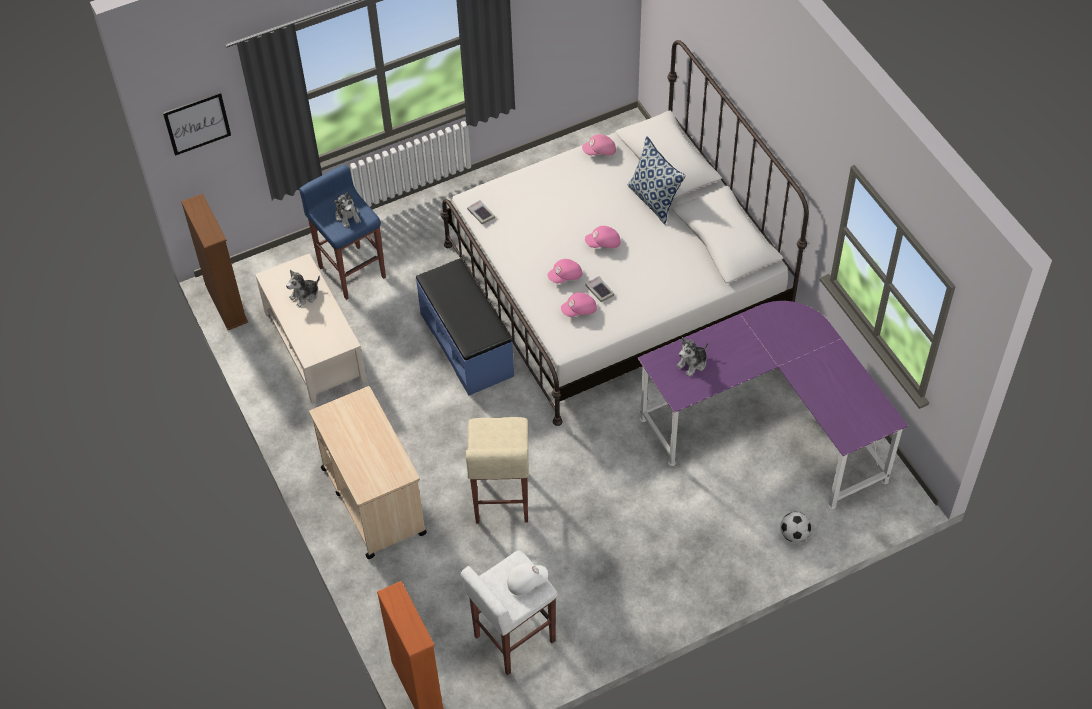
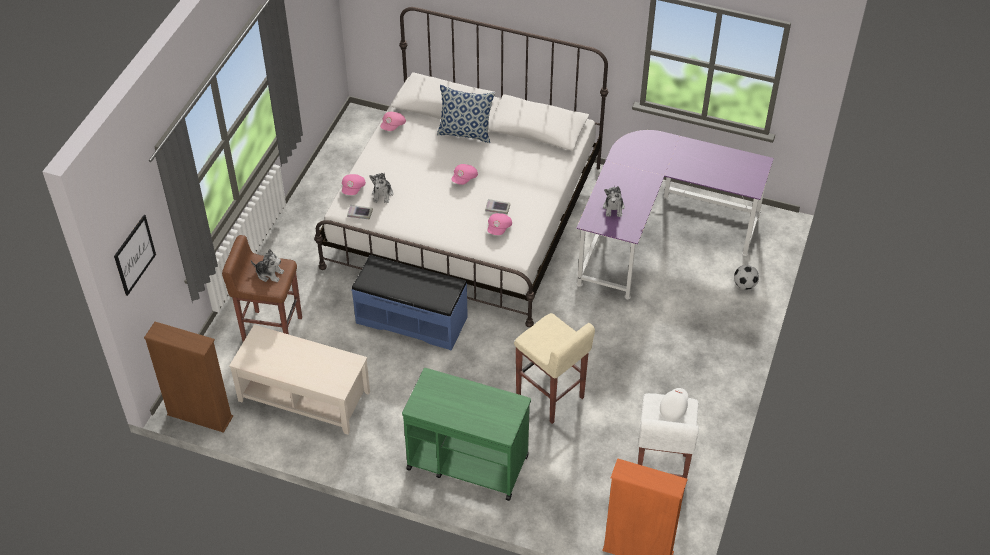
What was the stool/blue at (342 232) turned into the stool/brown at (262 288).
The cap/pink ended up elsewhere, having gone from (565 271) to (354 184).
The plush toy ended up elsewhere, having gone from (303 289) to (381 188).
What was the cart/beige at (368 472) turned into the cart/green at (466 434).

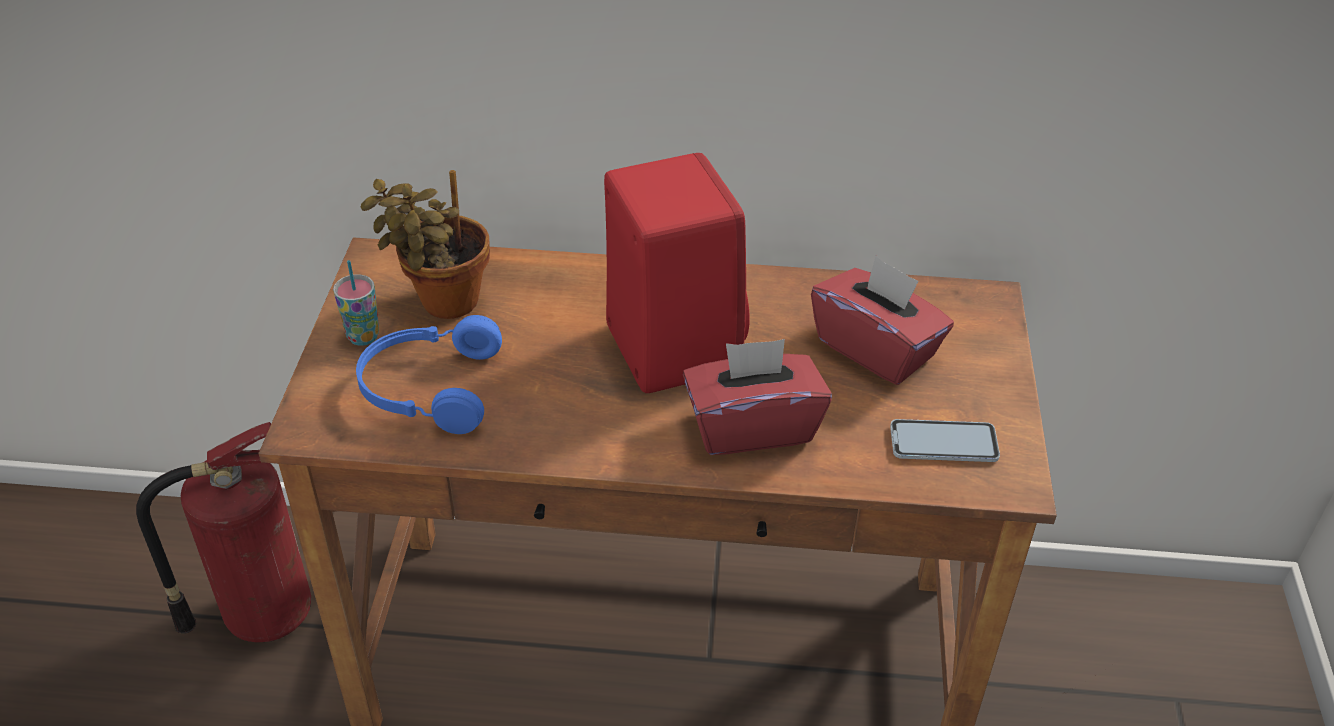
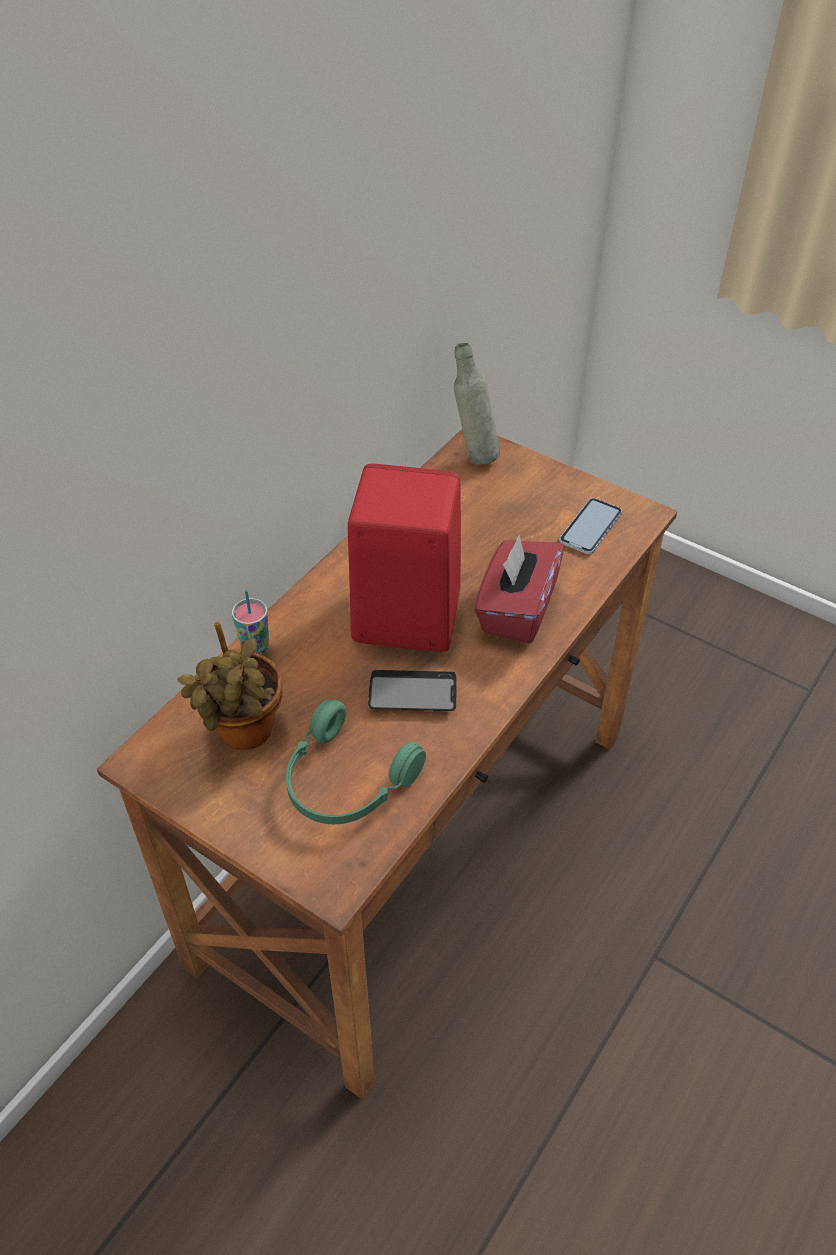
The cup ended up elsewhere, having gone from (356 303) to (250 622).
What was the headphones/blue at (429 374) turned into the headphones/green at (356 762).
The second view gained the phone at (412 690).
The second view gained the bottle/grey at (477 404).
The second view lost the fire extinguisher at (223 532).
The second view lost the tissue box/red at (882 320).

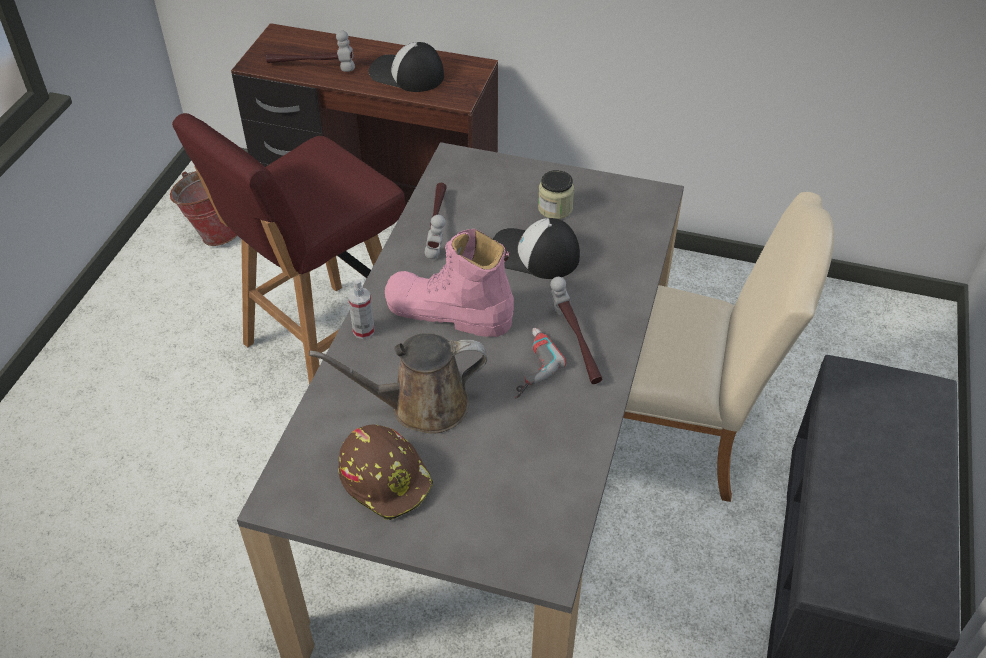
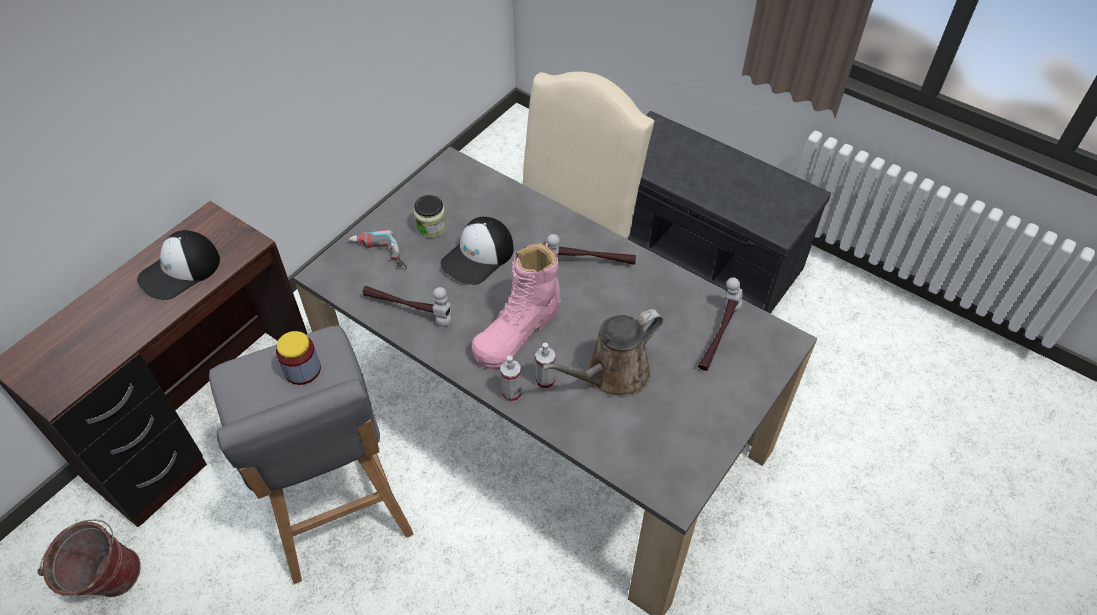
What was the stool/red at (289 249) turned into the stool/grey at (311 455).
The second view gained the jar at (298 358).
The power drill ended up elsewhere, having gone from (540 363) to (378 250).
The second view gained the spray bottle at (545 366).
The watering can/brown at (398 383) ended up facing another way, 45 degrees clockwise from before.
The hammer ended up elsewhere, having gone from (310 51) to (720 324).
The second view lost the hard hat/brown at (385 472).

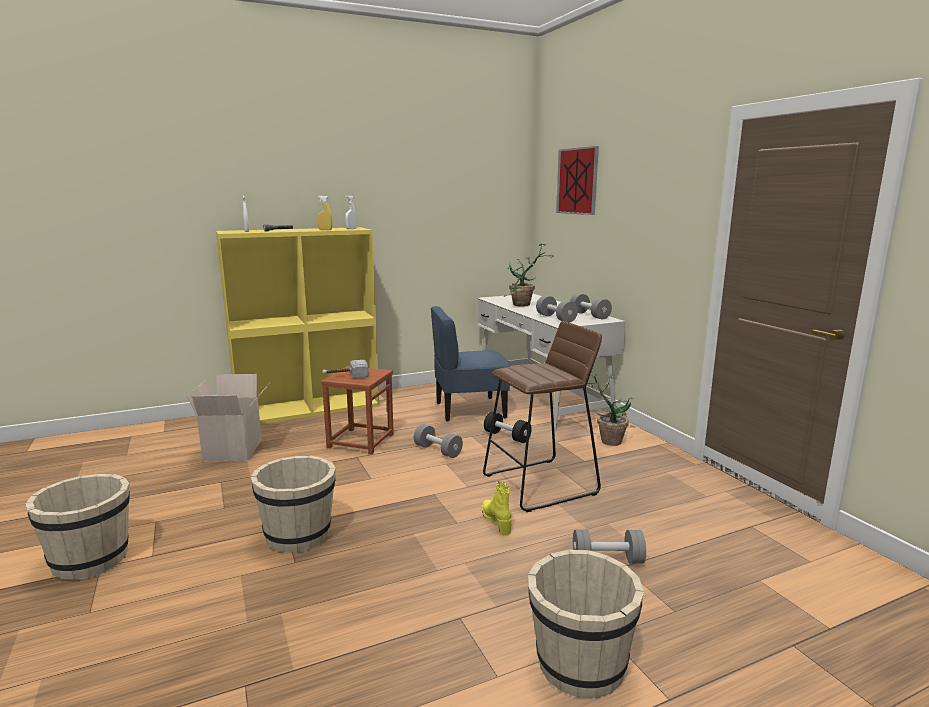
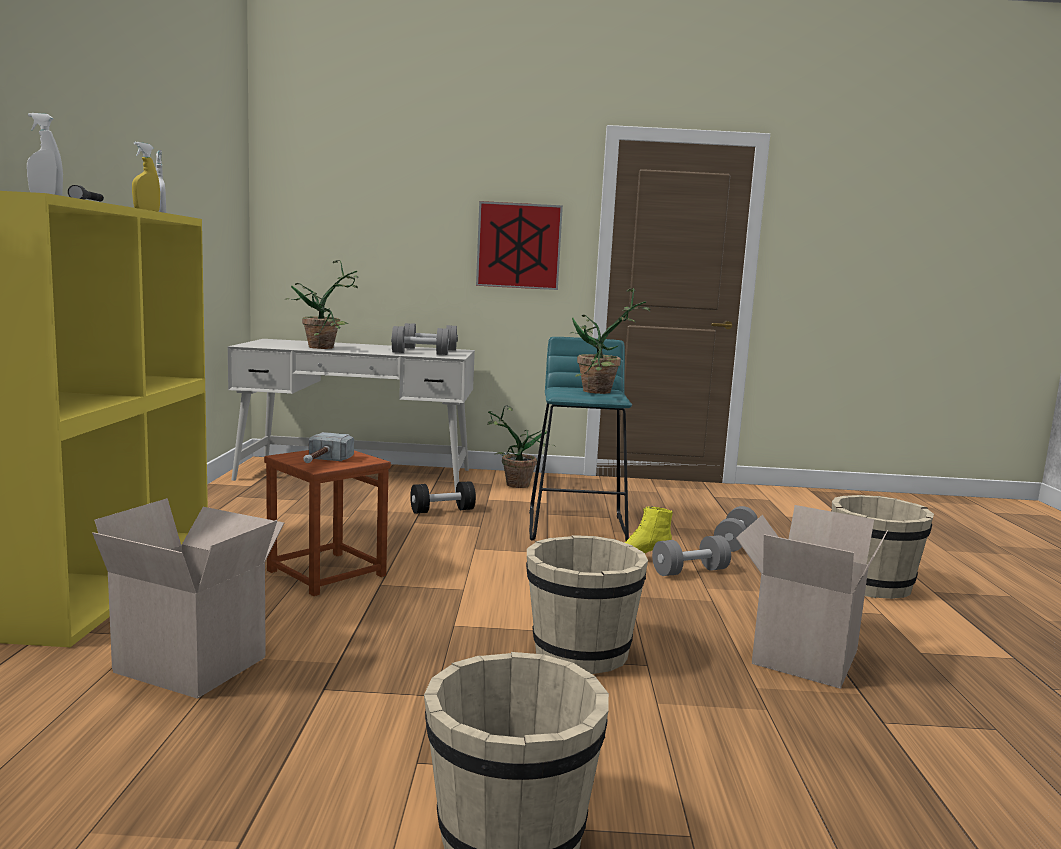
The picture ended up elsewhere, having gone from (577 180) to (519 245).
What was the stool/brown at (542 416) turned into the stool/turquoise at (580 439).
The second view gained the potted plant at (610 341).
The dumbbell/grey ended up elsewhere, having gone from (438 441) to (691 555).
The second view gained the cardboard box at (812 597).
The second view lost the chair/blue at (471 364).

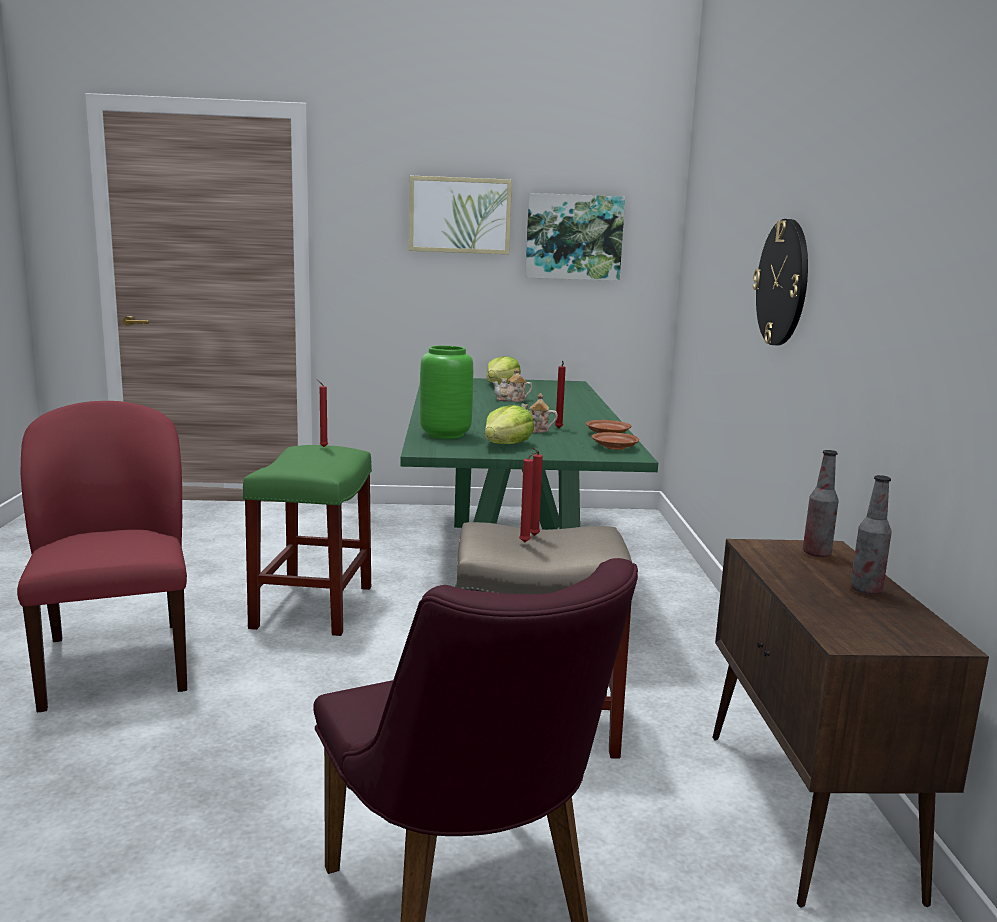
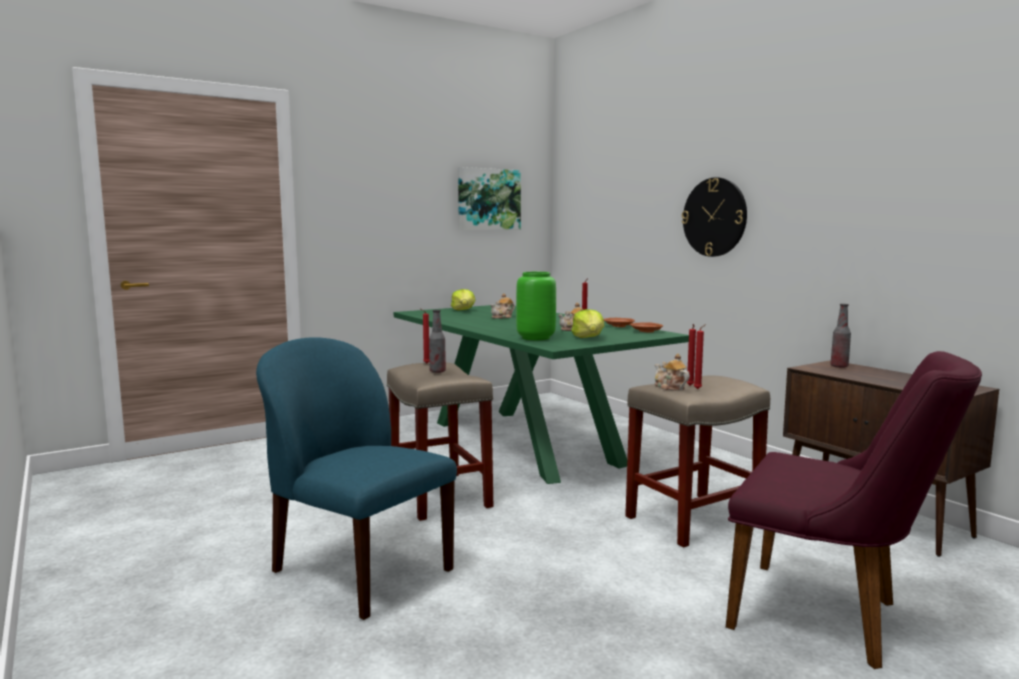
What was the chair/red at (102 557) turned into the chair/blue at (356 478).
What was the stool/green at (307 540) turned into the stool/beige at (440 441).
The bottle ended up elsewhere, having gone from (871 535) to (437 341).
The second view gained the teapot at (672 372).
The second view lost the picture at (460 214).

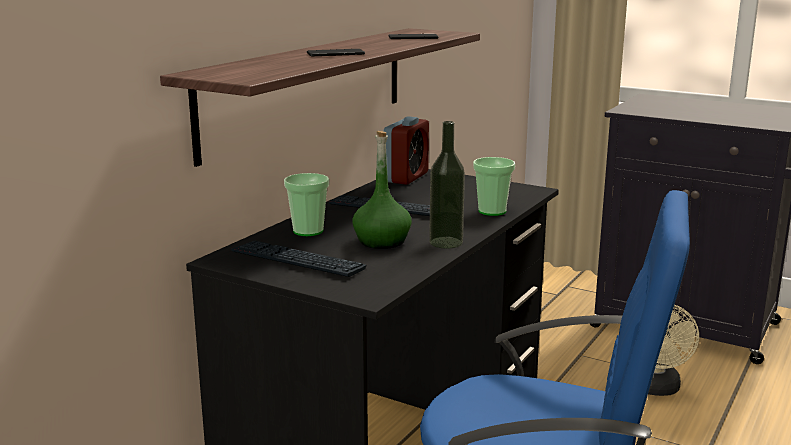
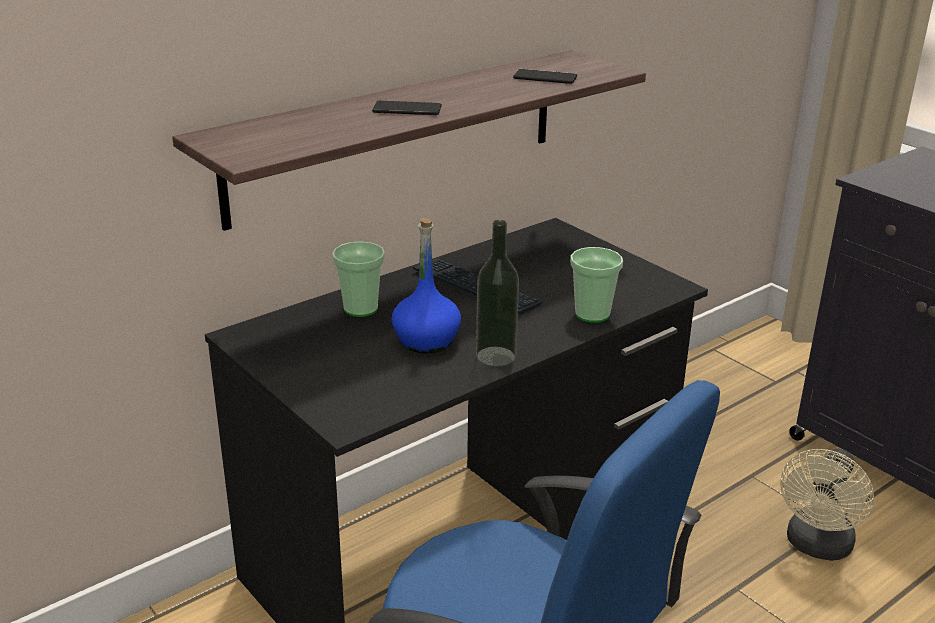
What was the bottle/green at (382 190) turned into the bottle/blue at (426 285).
The second view lost the keyboard at (298 259).
The second view lost the alarm clock at (406 150).

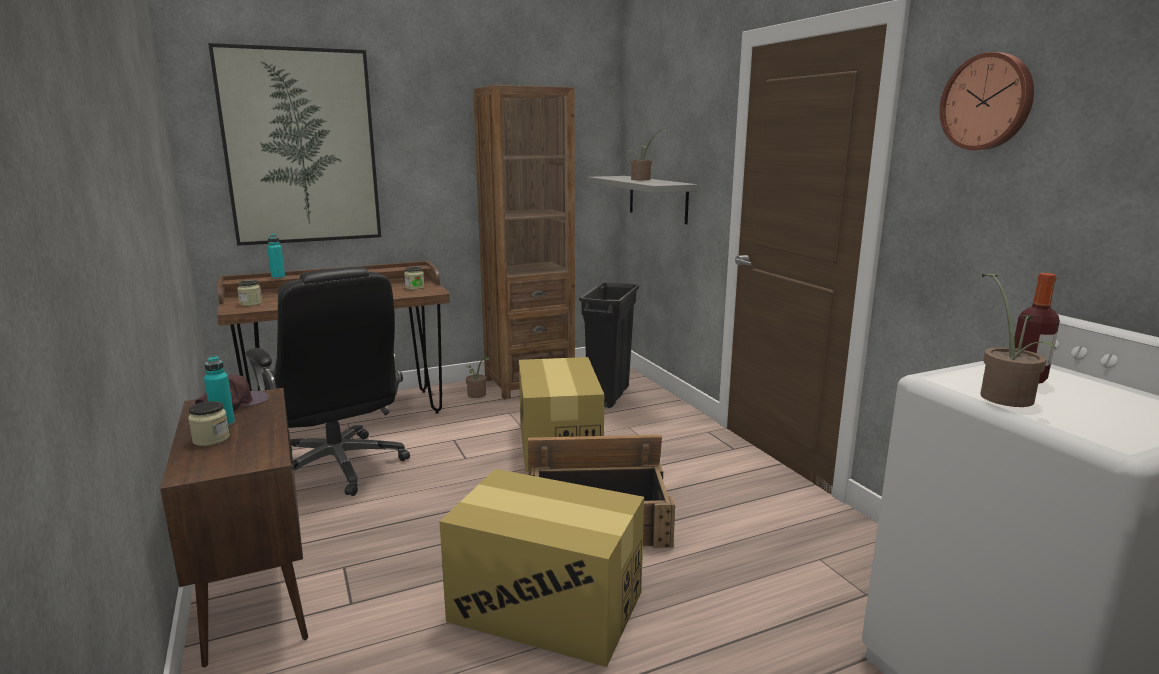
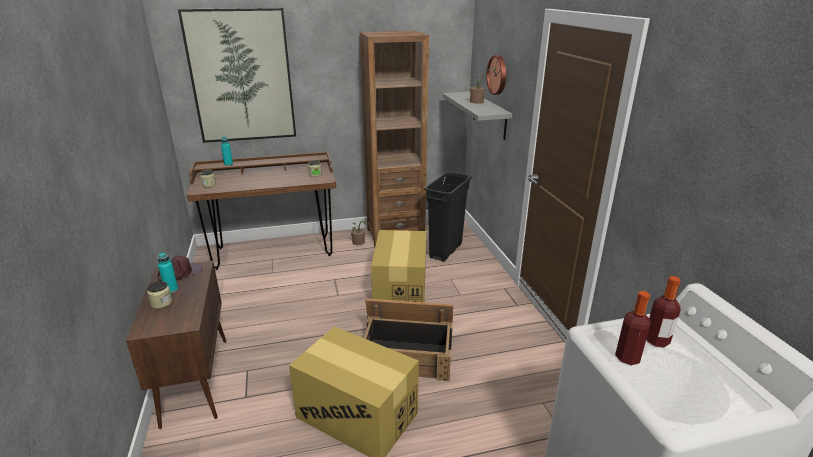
The wall clock ended up elsewhere, having gone from (986 101) to (496 75).
Where the potted plant stood at (1018 340), the bottle came to stand at (633 328).
The second view lost the office chair/black at (328 381).

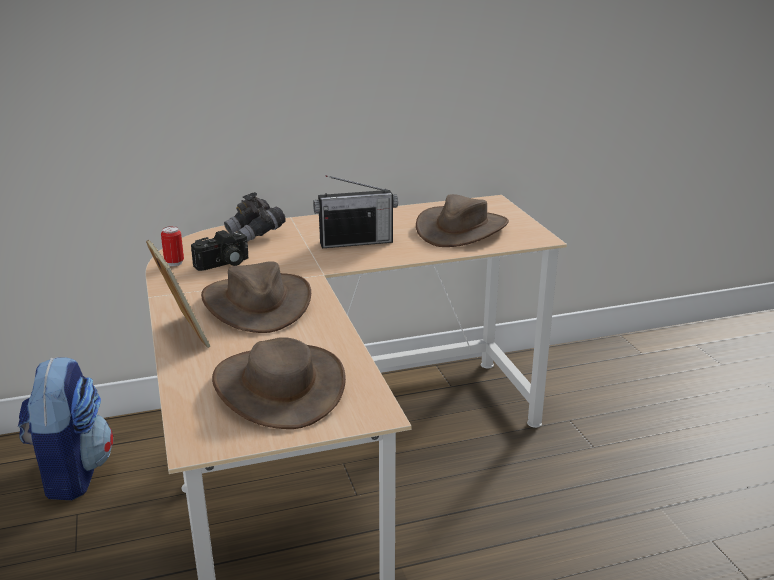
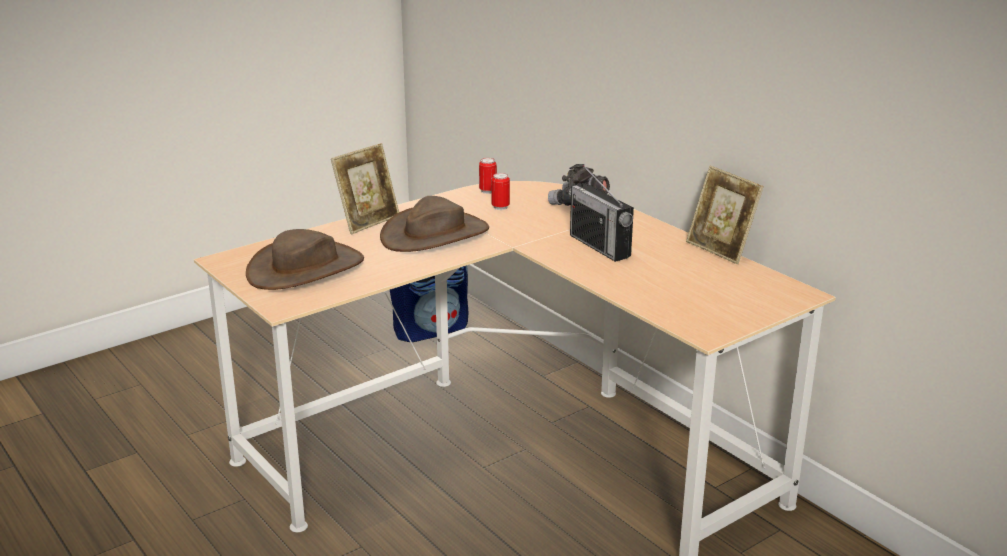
Where the photo camera stood at (219 250), the can came to stand at (500 191).
The second view gained the picture frame at (725 215).
The second view lost the hat/brown at (462 220).

